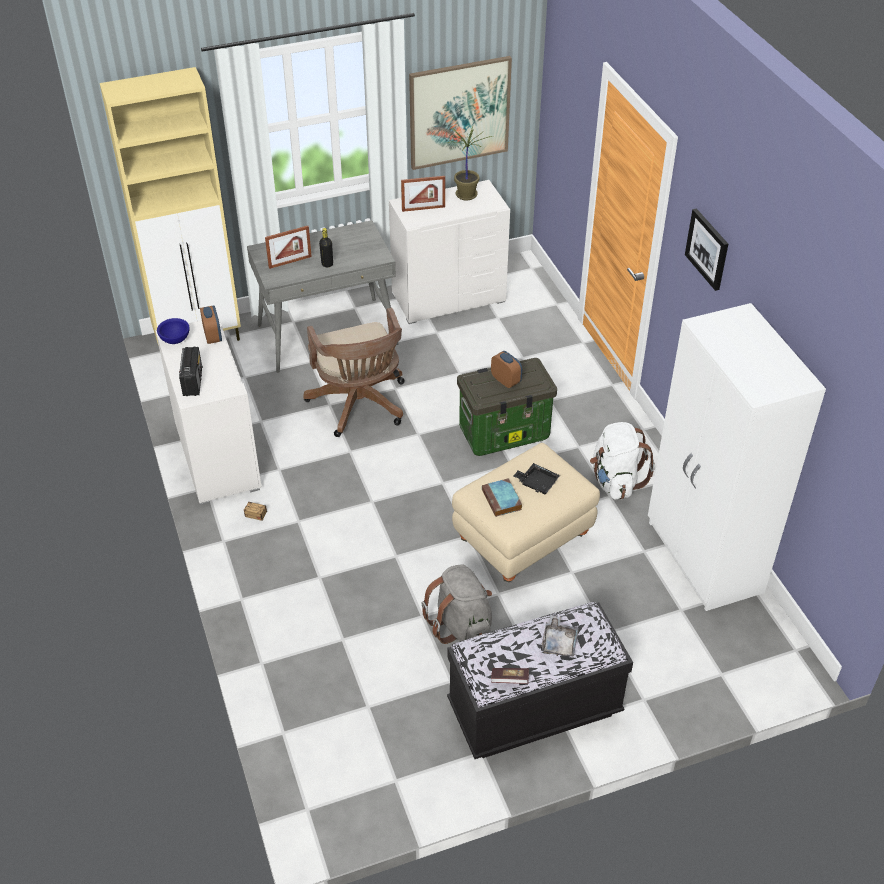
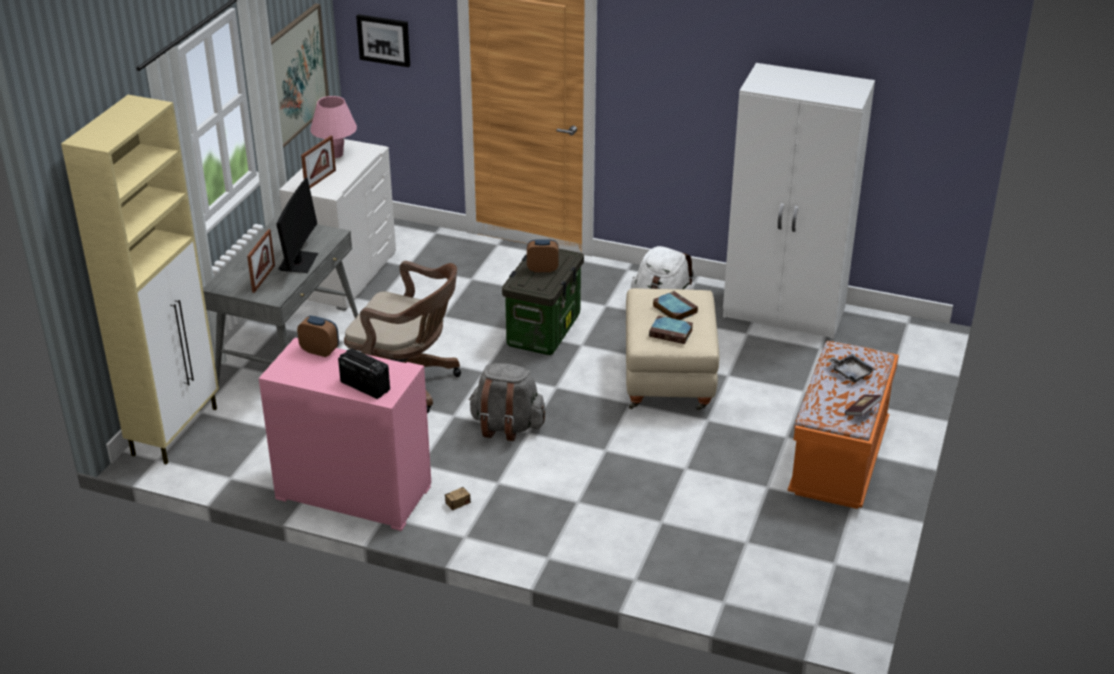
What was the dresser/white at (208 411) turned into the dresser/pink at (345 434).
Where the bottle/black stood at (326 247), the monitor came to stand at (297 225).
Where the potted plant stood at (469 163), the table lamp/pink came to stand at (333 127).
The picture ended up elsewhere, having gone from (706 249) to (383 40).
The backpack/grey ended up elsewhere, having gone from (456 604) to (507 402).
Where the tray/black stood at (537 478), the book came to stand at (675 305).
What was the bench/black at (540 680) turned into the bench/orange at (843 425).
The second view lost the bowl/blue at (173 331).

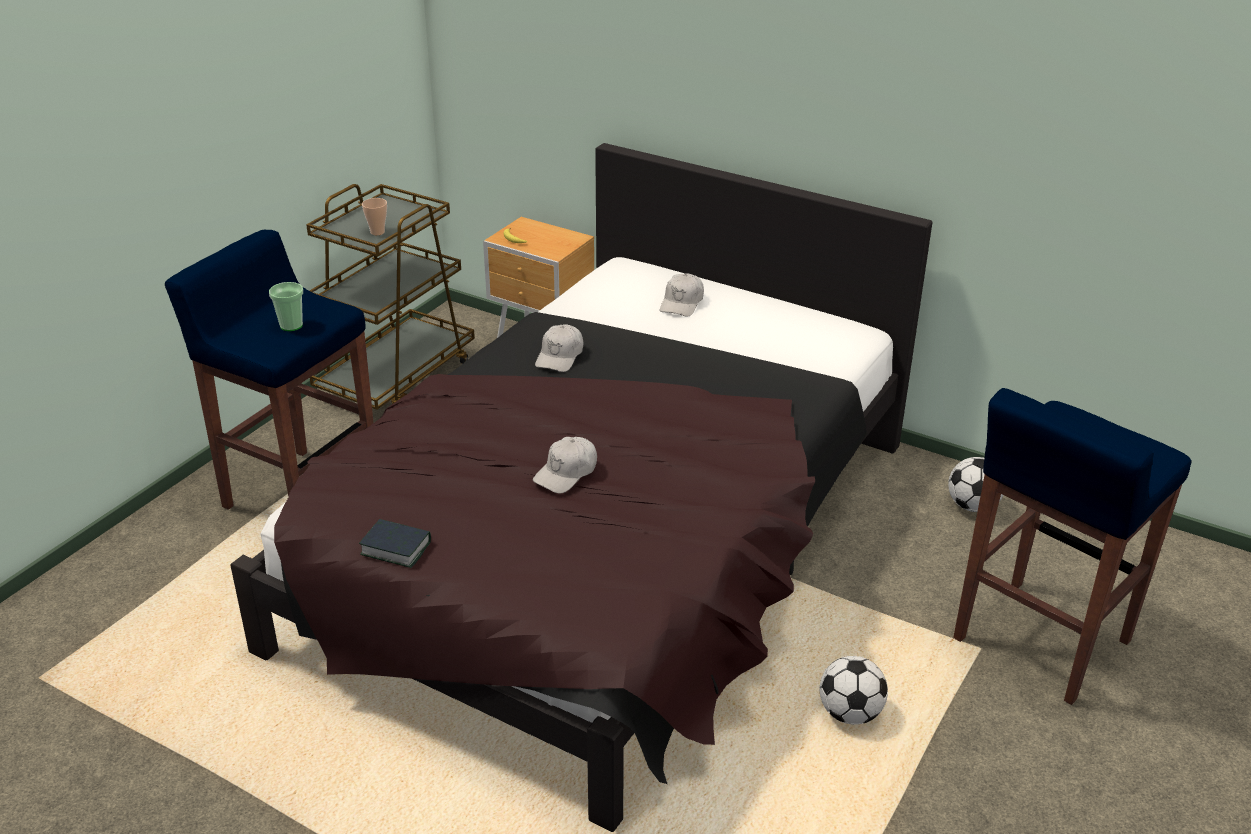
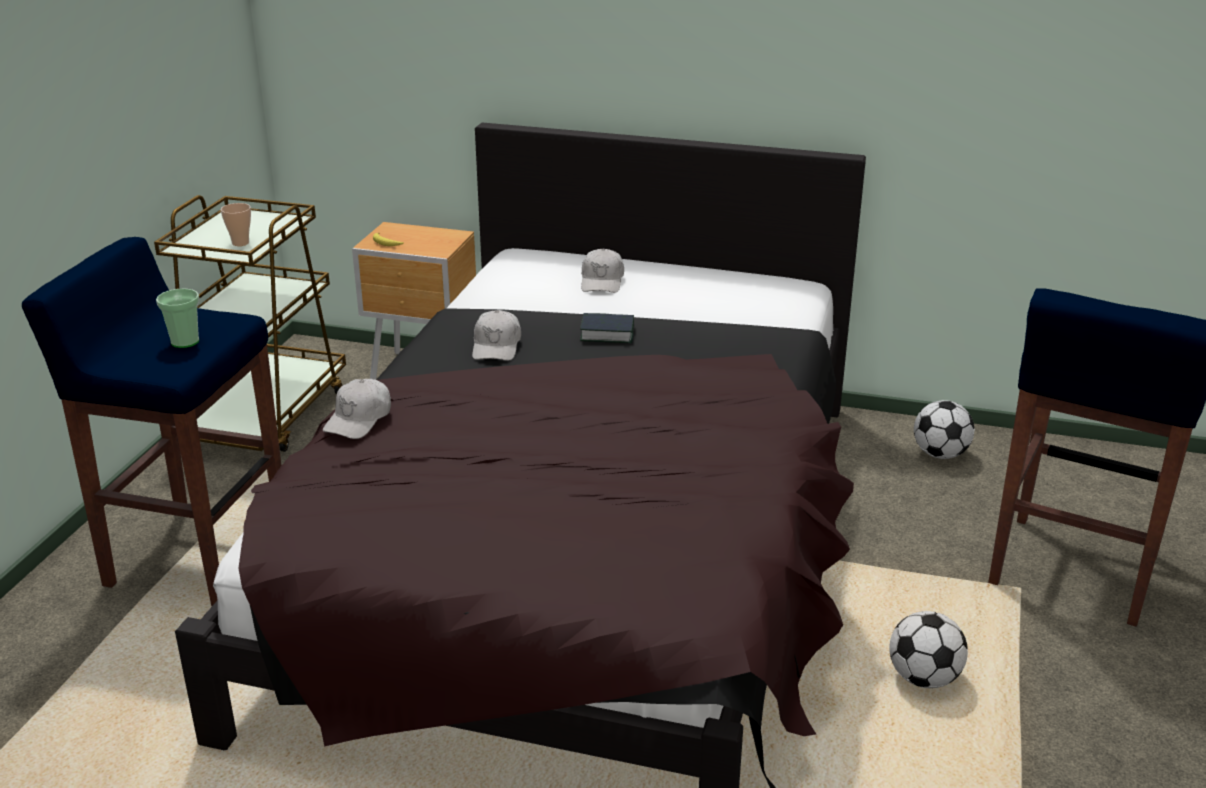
The cap/white ended up elsewhere, having gone from (565 465) to (357 409).
The book ended up elsewhere, having gone from (395 543) to (607 328).

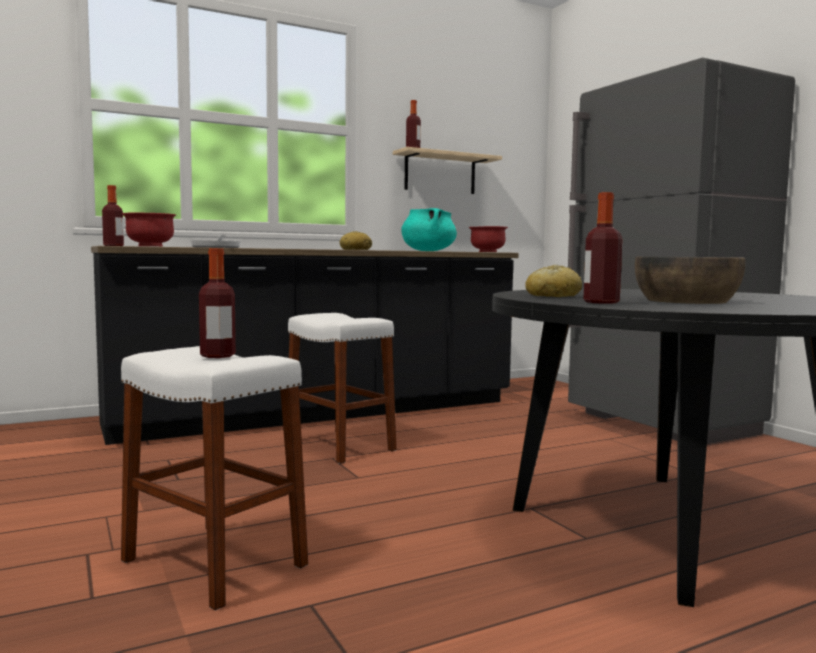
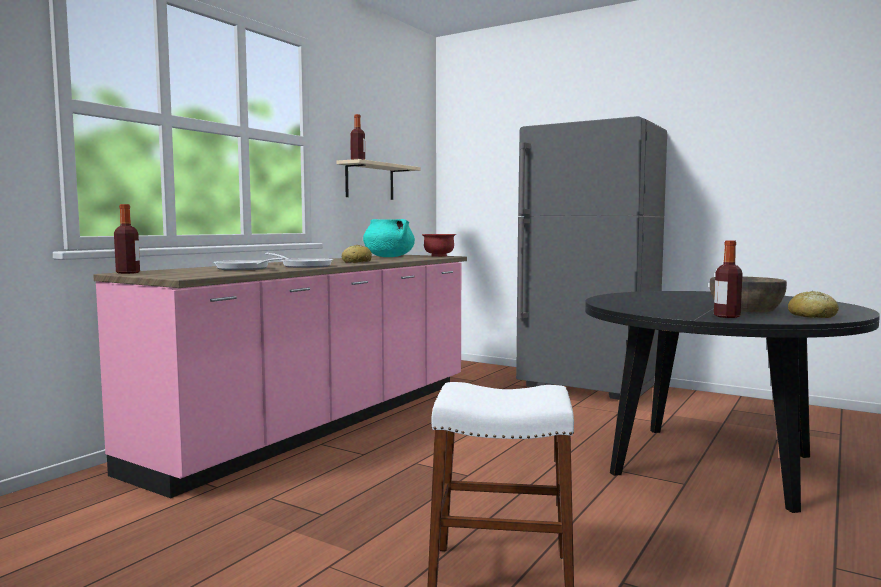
What was the counter/black at (305 345) turned into the counter/pink at (280 376).
The second view gained the frying pan at (299 260).
The bread ended up elsewhere, having gone from (553 281) to (813 304).
The second view lost the bowl/red at (149 229).
The second view lost the bottle at (217 303).
The second view lost the stool/white at (342 388).

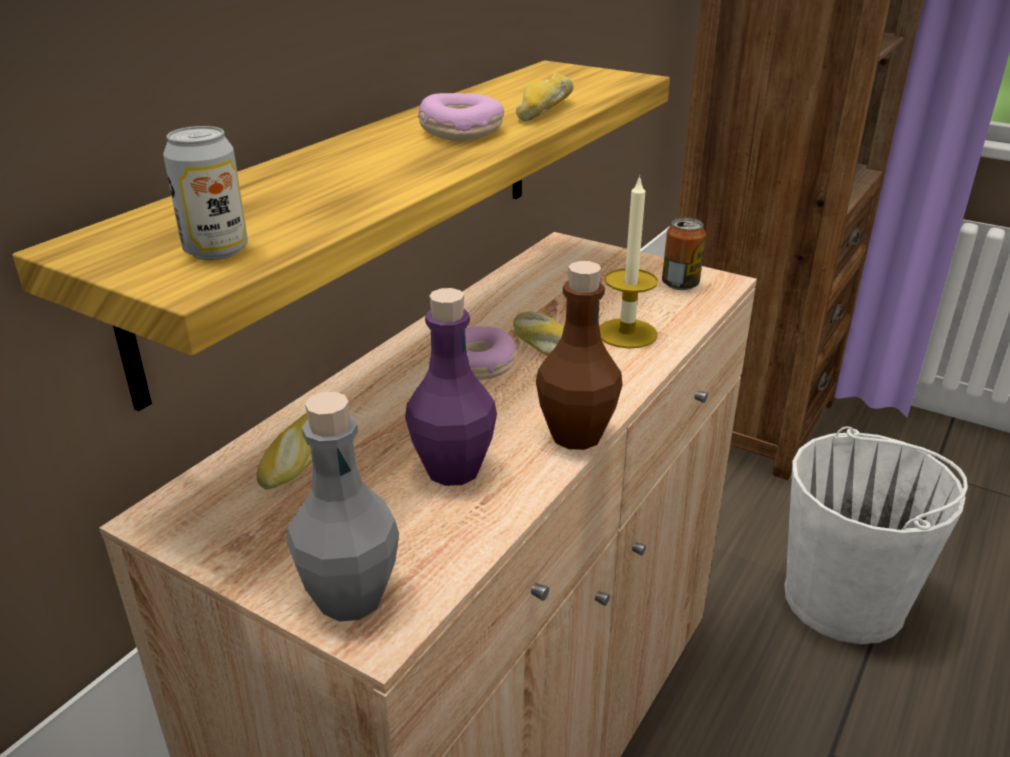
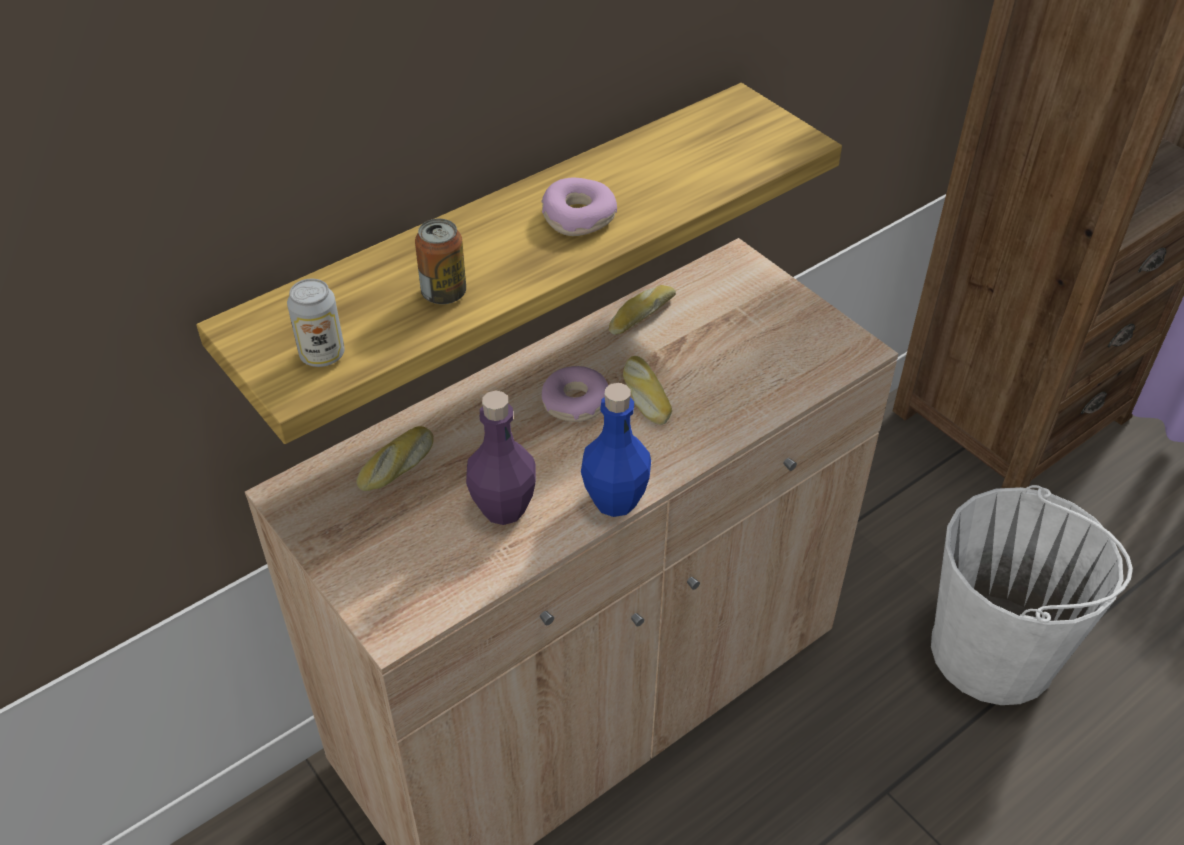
The can ended up elsewhere, having gone from (684 253) to (440 261).
What was the bottle/brown at (579 355) turned into the bottle/blue at (616 450).
The bread ended up elsewhere, having gone from (545 97) to (642 310).
The second view lost the bottle/grey at (343 507).
The second view lost the candle at (628 262).

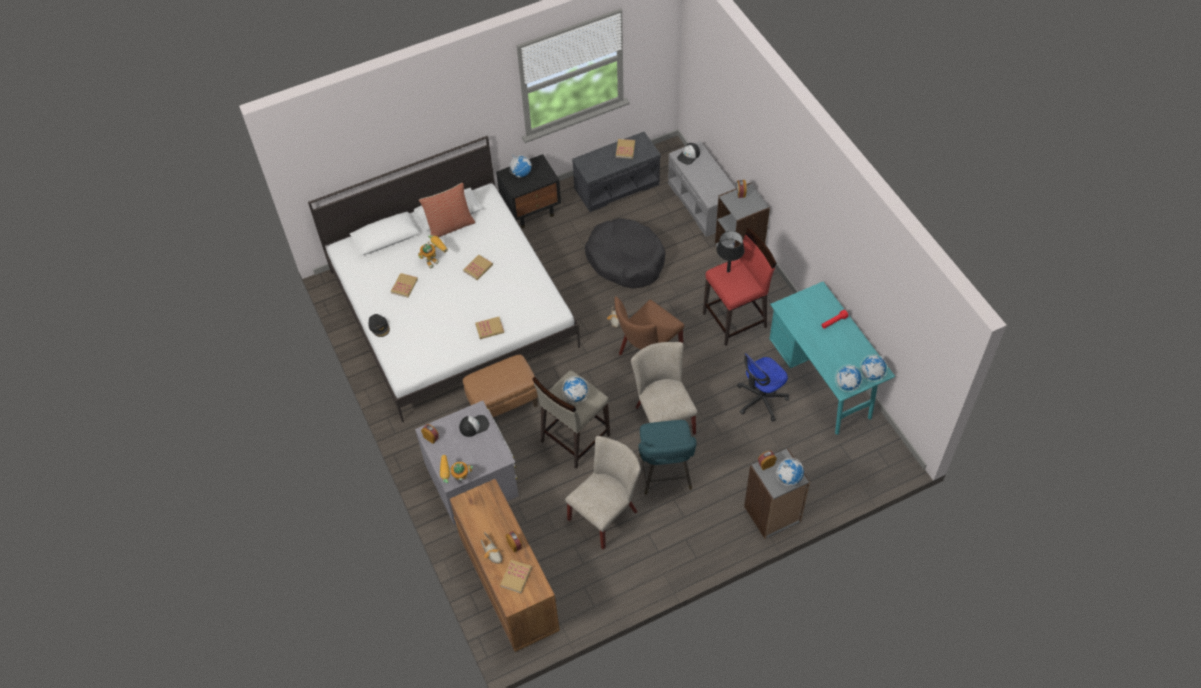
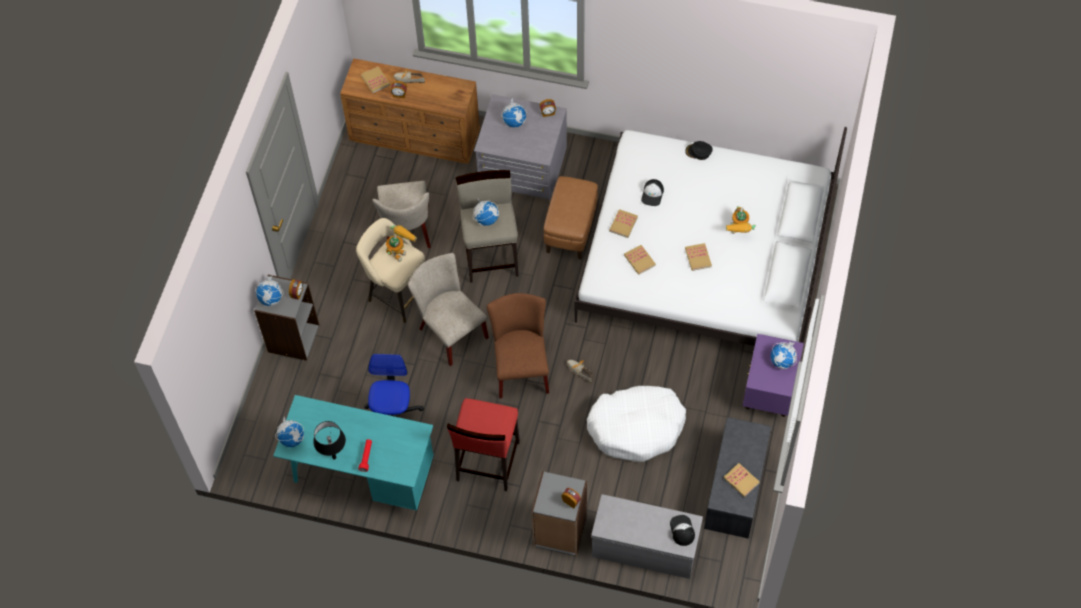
The table lamp/black ended up elsewhere, having gone from (730 252) to (329 440).
What was the stool/turquoise at (667 457) turned into the stool/beige at (390 270).
The toy robot ended up elsewhere, having gone from (456 469) to (401 243).
The chair/beige at (664 388) ended up facing another way, 150 degrees counterclockwise from before.
The globe ended up elsewhere, having gone from (848 378) to (514 112).
What was the dog bed/black at (625 253) turned into the dog bed/white at (636 424).
The book ended up elsewhere, having gone from (404 285) to (640 260).
The cap ended up elsewhere, having gone from (474 426) to (652 192).
What was the nightstand/black at (528 191) turned into the nightstand/purple at (773 375).
The second view lost the pillow at (447 210).

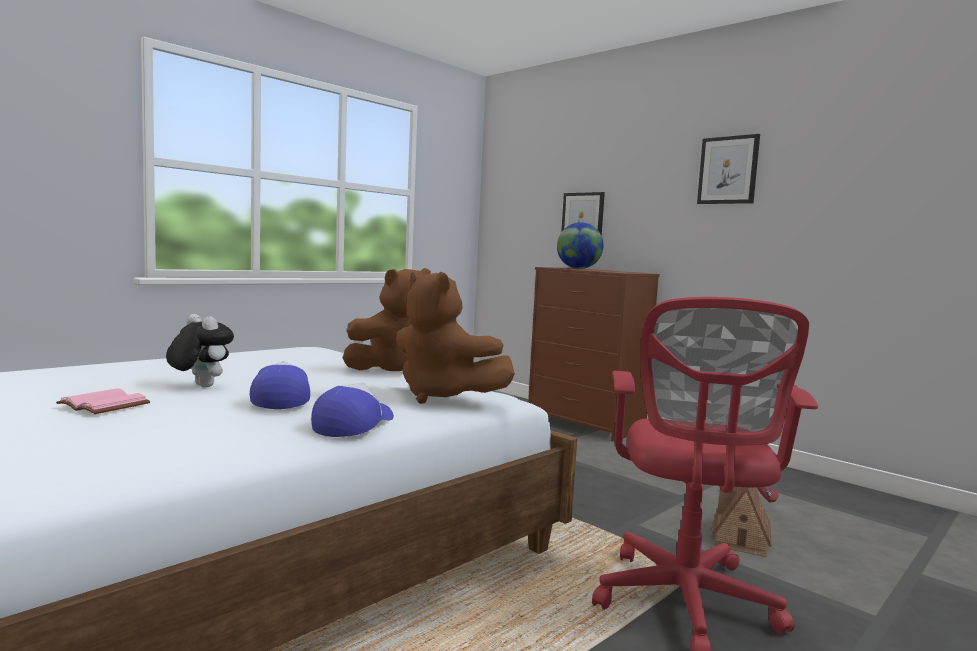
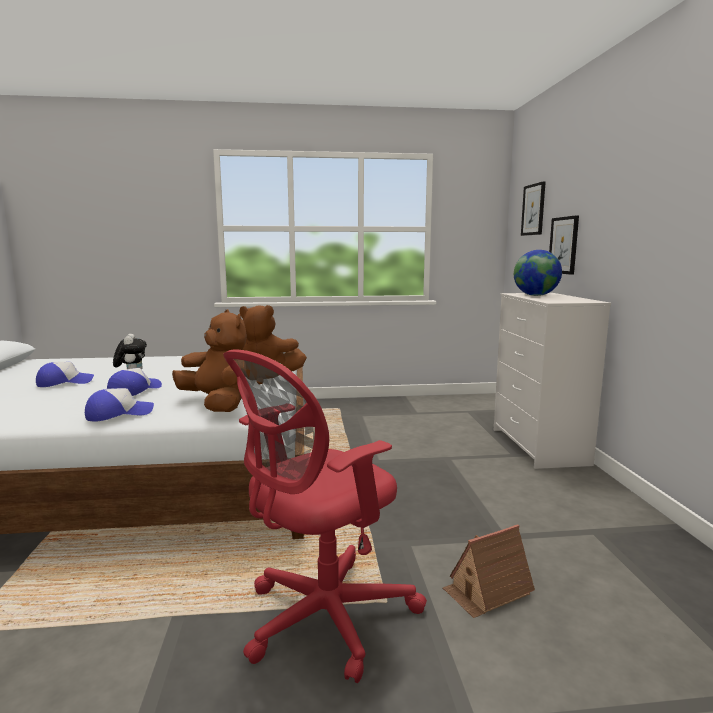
Where the book/pink stood at (103 401), the cap came to stand at (65 374).
The plush toy/brown at (455 338) ended up facing another way, 150 degrees clockwise from before.
What was the dresser/brown at (594 354) turned into the dresser/white at (552 381).
The picture ended up elsewhere, having gone from (728 169) to (533 208).

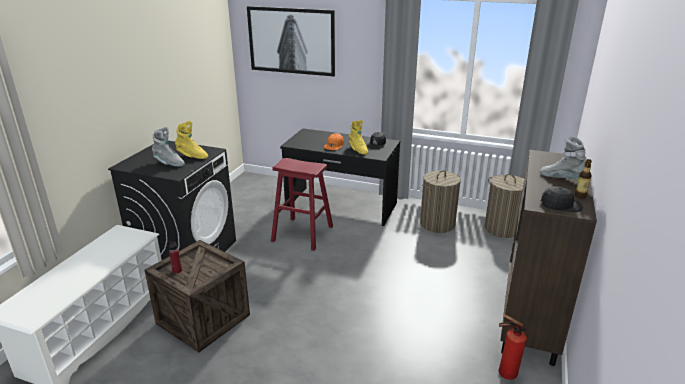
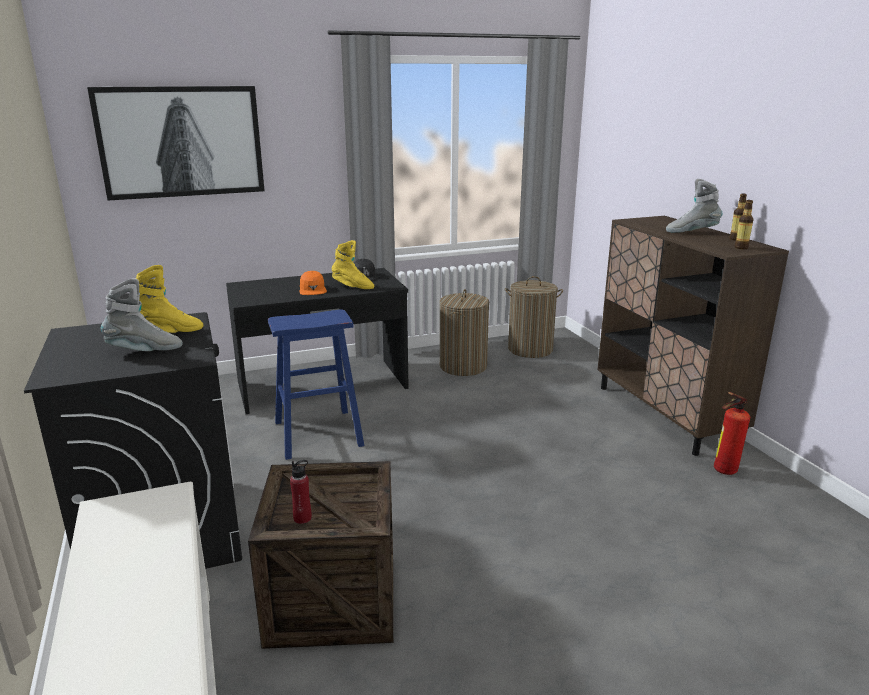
What was the stool/red at (302 204) turned into the stool/blue at (316 385).
Where the cap/black stood at (561 199), the bottle came to stand at (744 224).

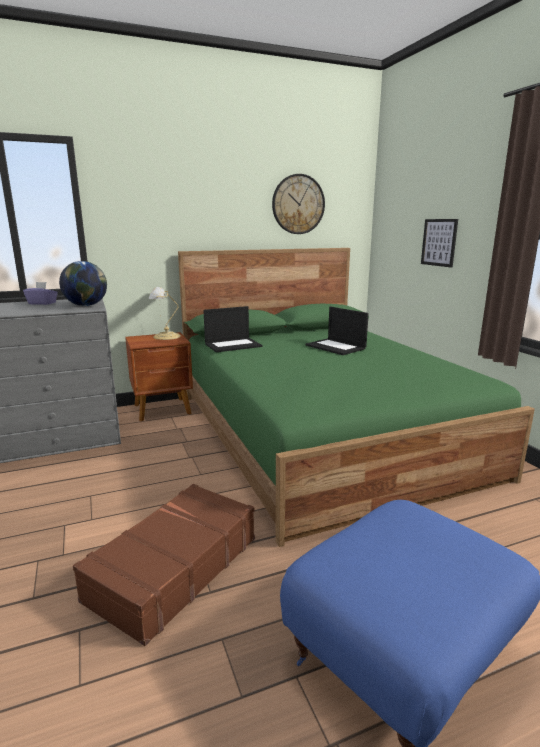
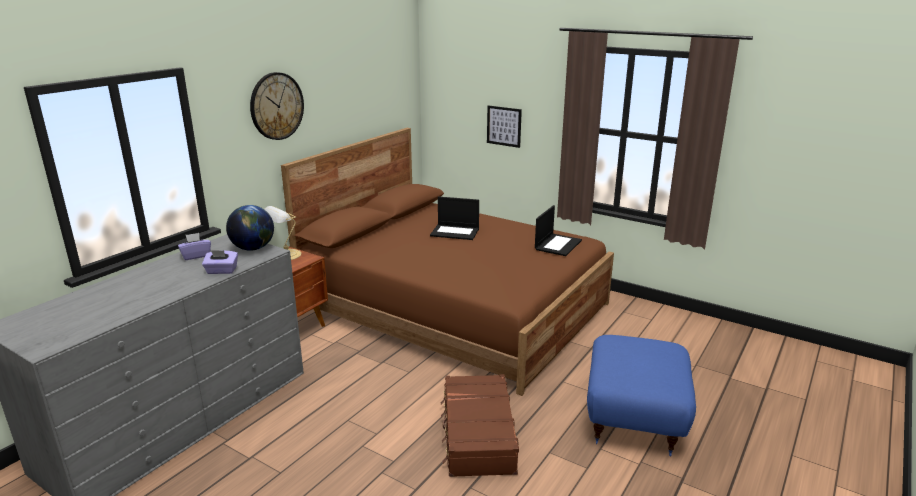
The second view gained the tissue box/purple at (220 262).
The wall clock ended up elsewhere, having gone from (298 204) to (277 106).
What was the bed/green at (356 397) turned into the bed/brown at (447 262).
The laptop ended up elsewhere, having gone from (233 329) to (558 230).

